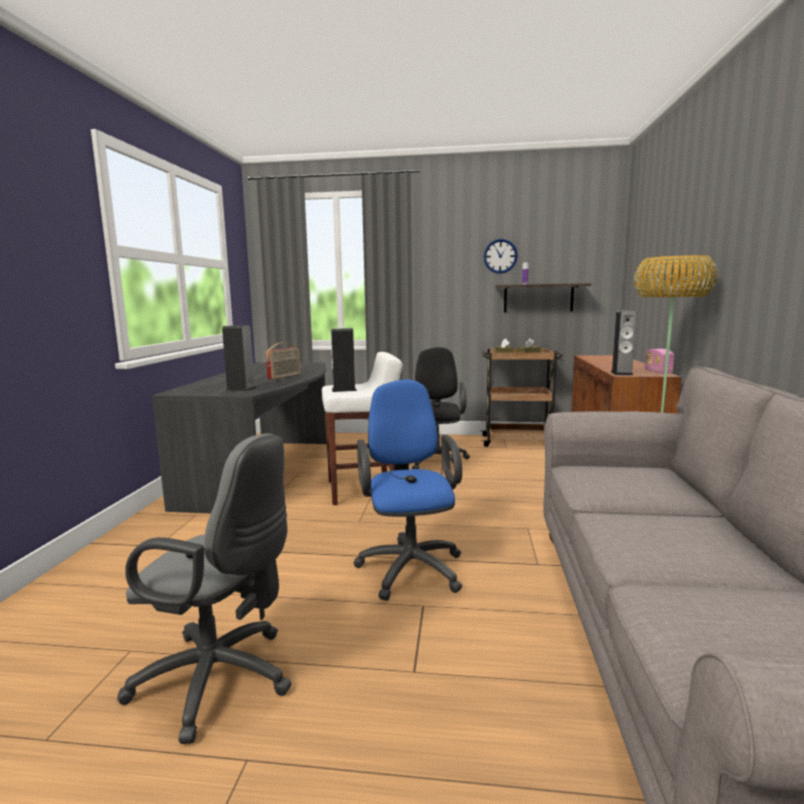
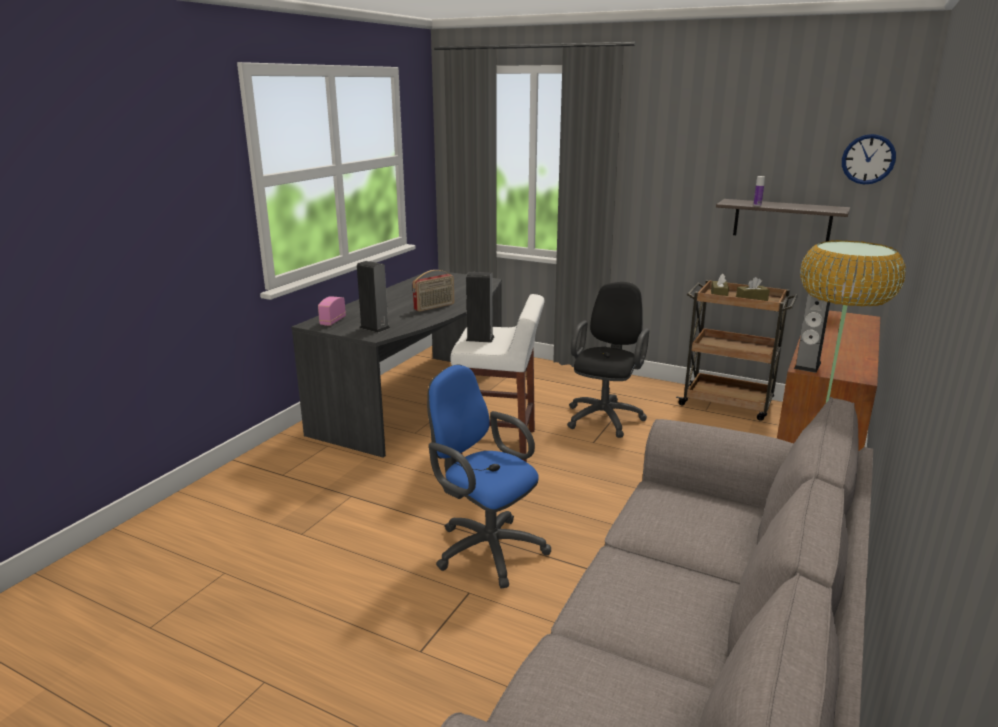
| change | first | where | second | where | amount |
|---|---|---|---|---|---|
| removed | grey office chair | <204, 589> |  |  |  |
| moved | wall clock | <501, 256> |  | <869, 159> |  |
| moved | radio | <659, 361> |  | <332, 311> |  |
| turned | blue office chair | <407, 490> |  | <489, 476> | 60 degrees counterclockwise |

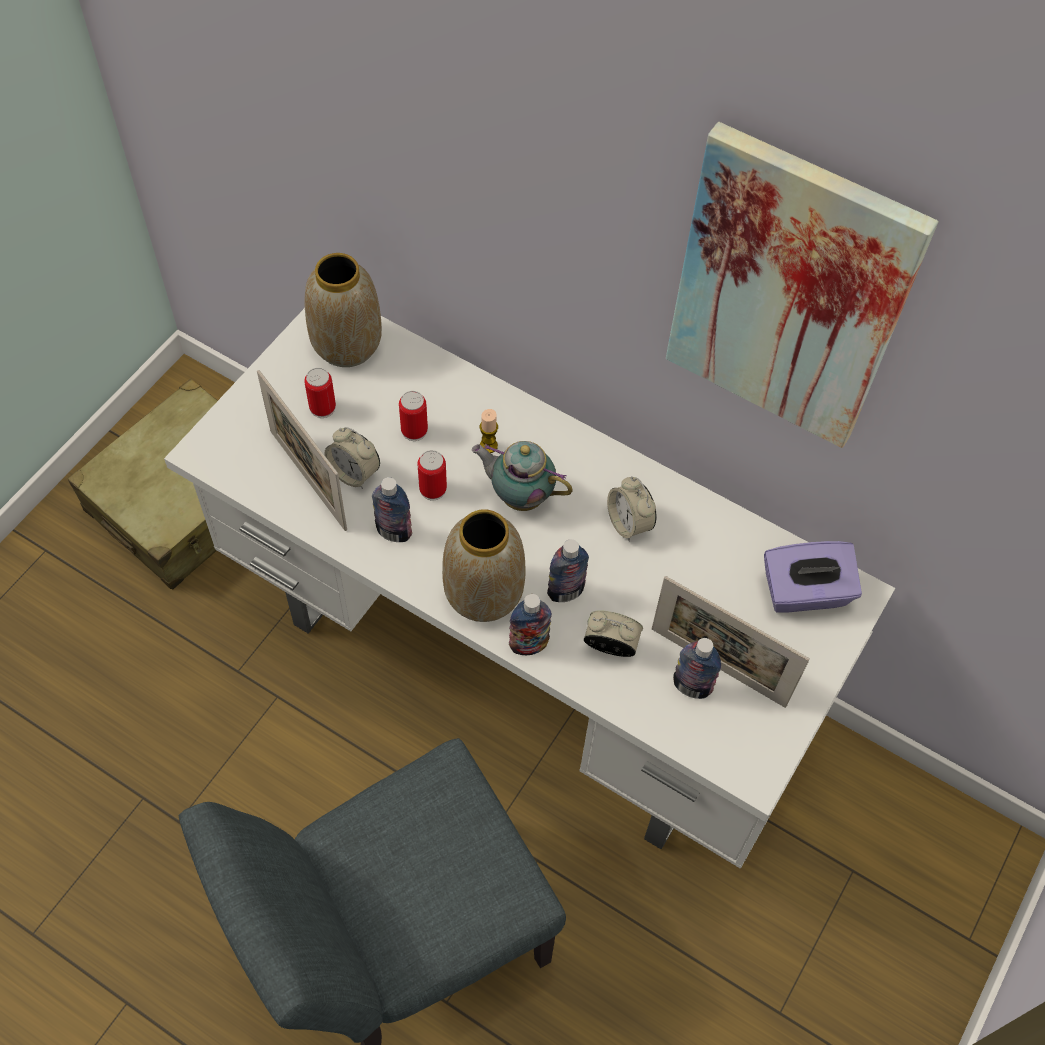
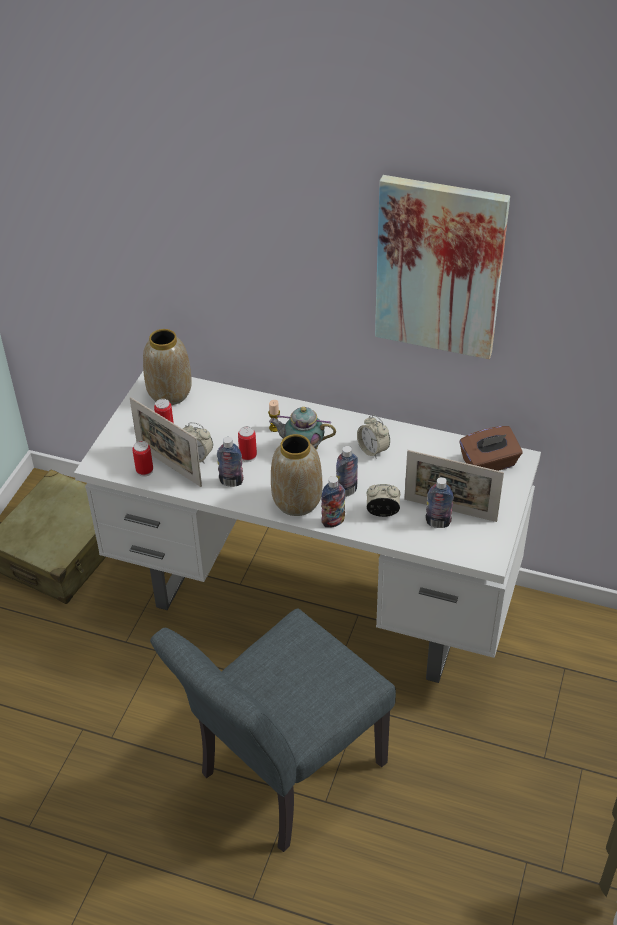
| change | first | where | second | where | amount |
|---|---|---|---|---|---|
| moved | can | <413, 416> |  | <142, 459> |  |
| recoloured | purple tissue box | <813, 577> | brown tissue box | <491, 448> |  |

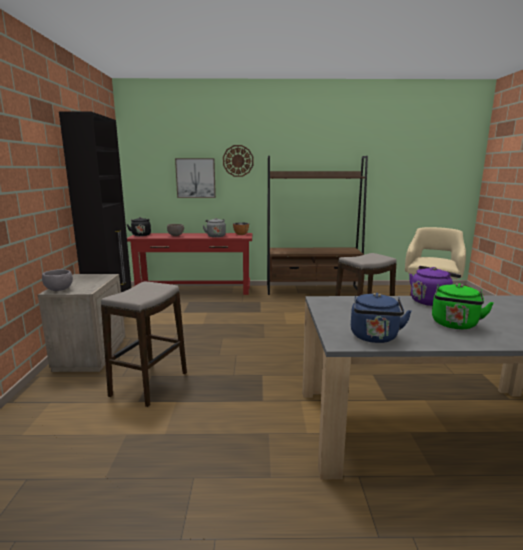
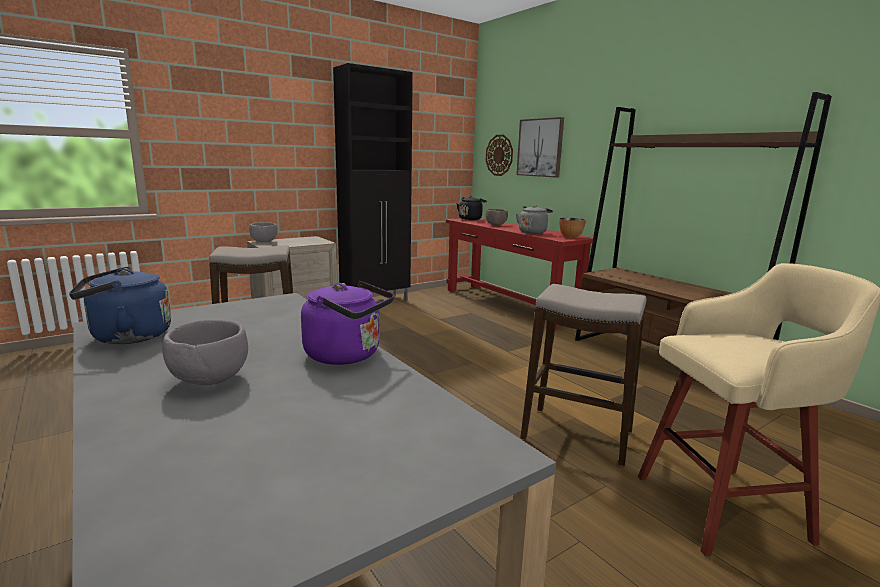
| change | first | where | second | where | amount |
|---|---|---|---|---|---|
| moved | wall clock | <238, 161> |  | <499, 155> |  |
| replaced | green kettle | <463, 306> | grey bowl | <205, 352> |  |

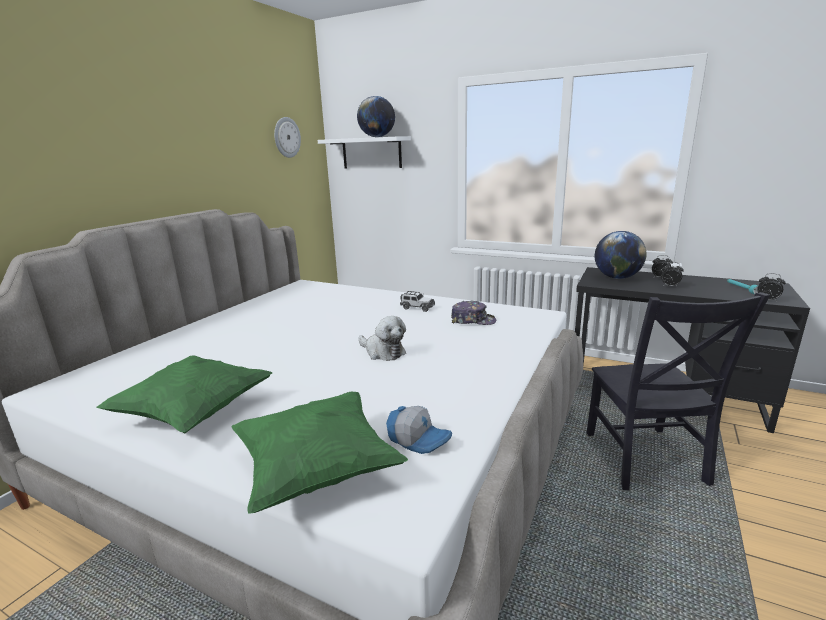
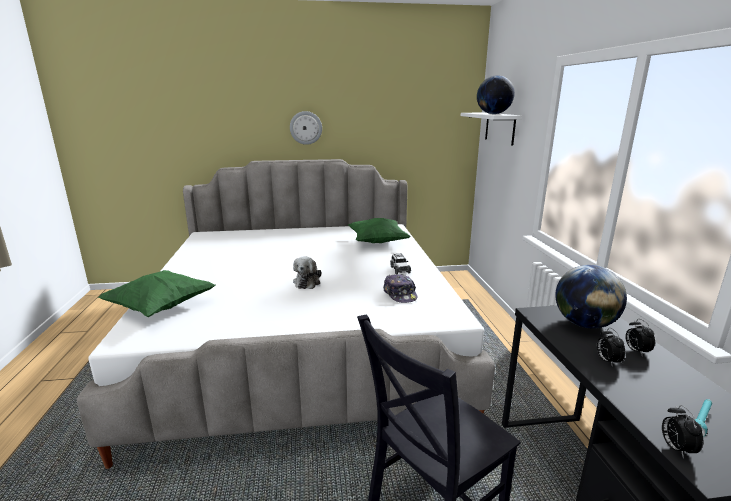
| change | first | where | second | where | amount |
|---|---|---|---|---|---|
| removed | cap | <419, 430> |  |  |  |
| moved | green pillow | <184, 394> |  | <379, 230> |  |
| moved | wall clock | <287, 137> |  | <306, 128> |  |

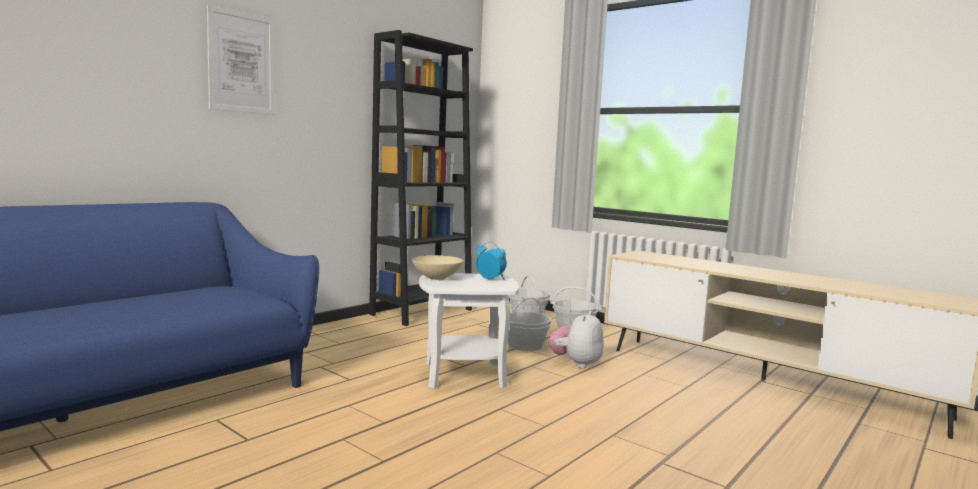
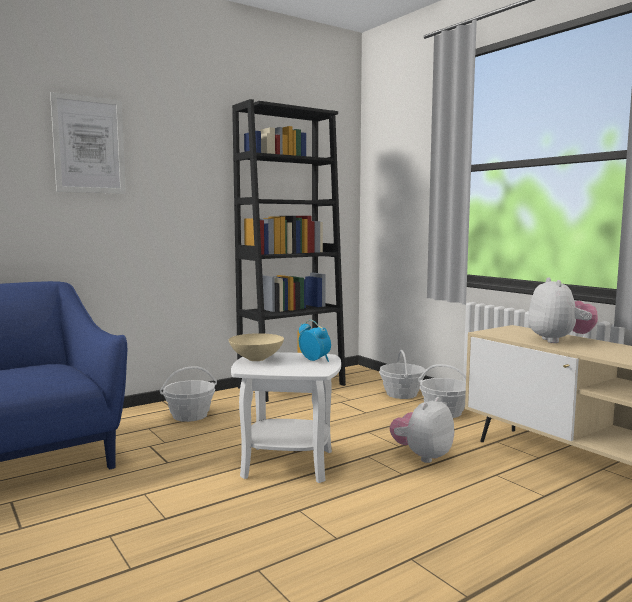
| change | first | where | second | where | amount |
|---|---|---|---|---|---|
| added |  |  | plush toy | <563, 310> |  |
| moved | basket | <530, 324> |  | <188, 394> |  |

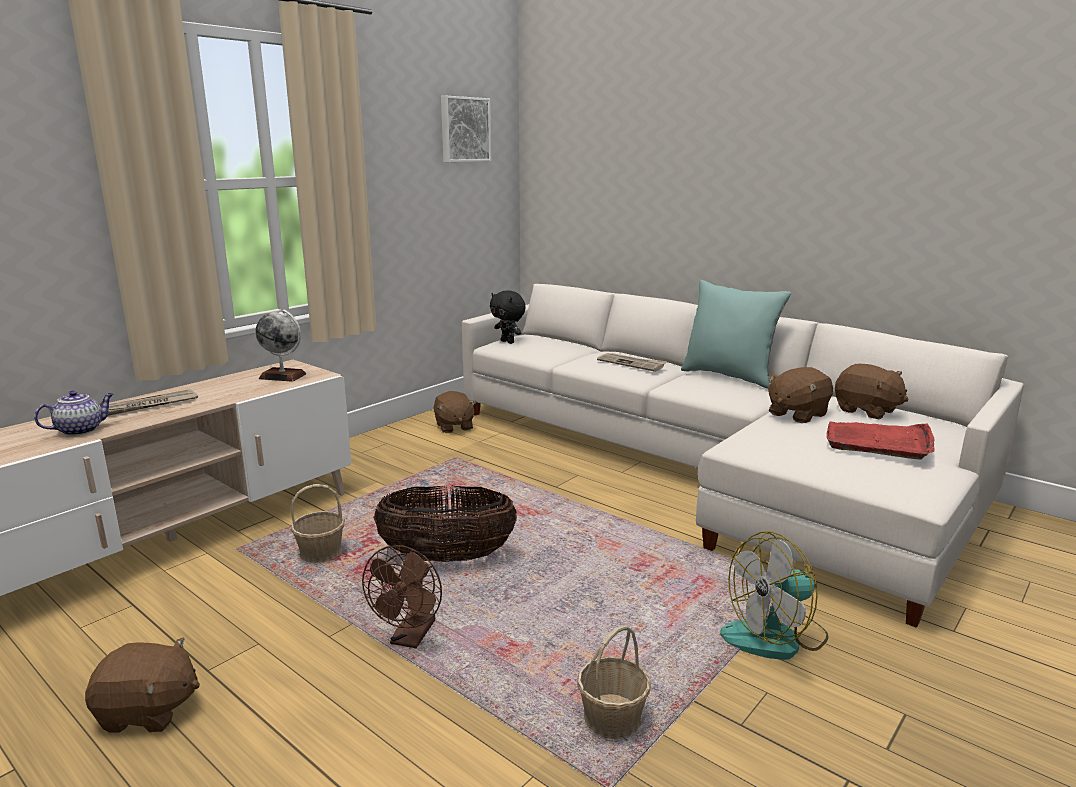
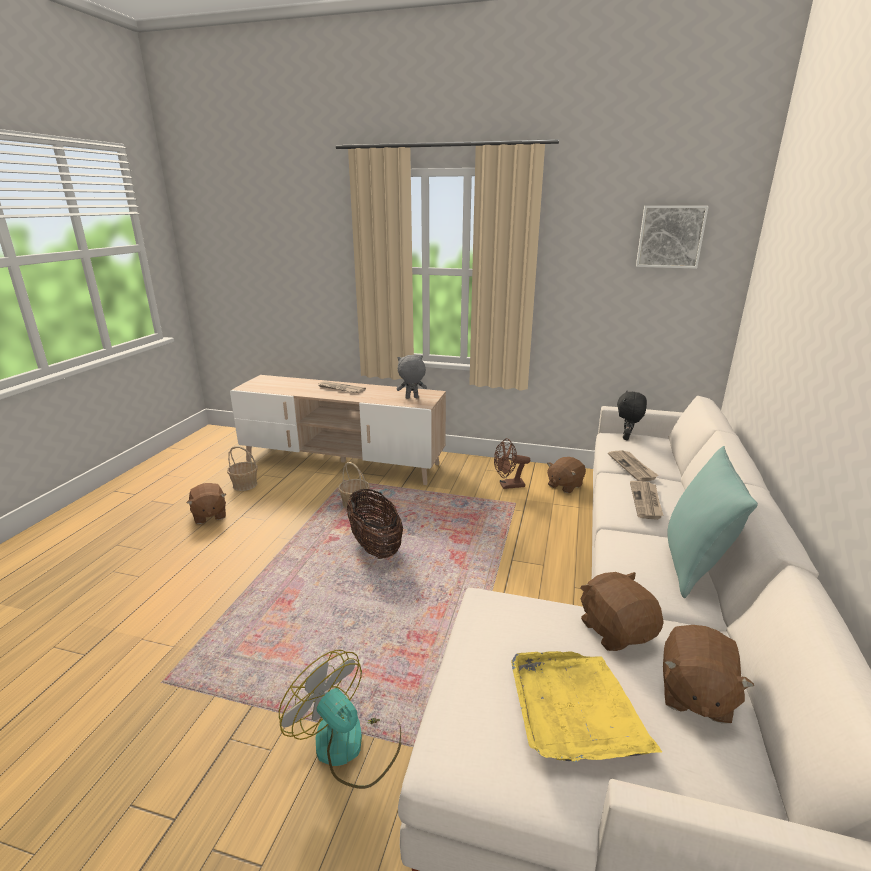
| change | first | where | second | where | amount |
|---|---|---|---|---|---|
| removed | teapot | <74, 413> |  |  |  |
| added |  |  | newspaper | <633, 465> |  |
| moved | brown fan | <402, 597> |  | <512, 463> |  |
| moved | basket | <613, 682> |  | <242, 468> |  |
| replaced | globe | <280, 346> | grey plush toy | <412, 377> |  |
| recoloured | red tray | <881, 440> | yellow tray | <586, 706> |  |
| turned | brown plush toy | <800, 395> |  | <622, 611> | 45 degrees clockwise |

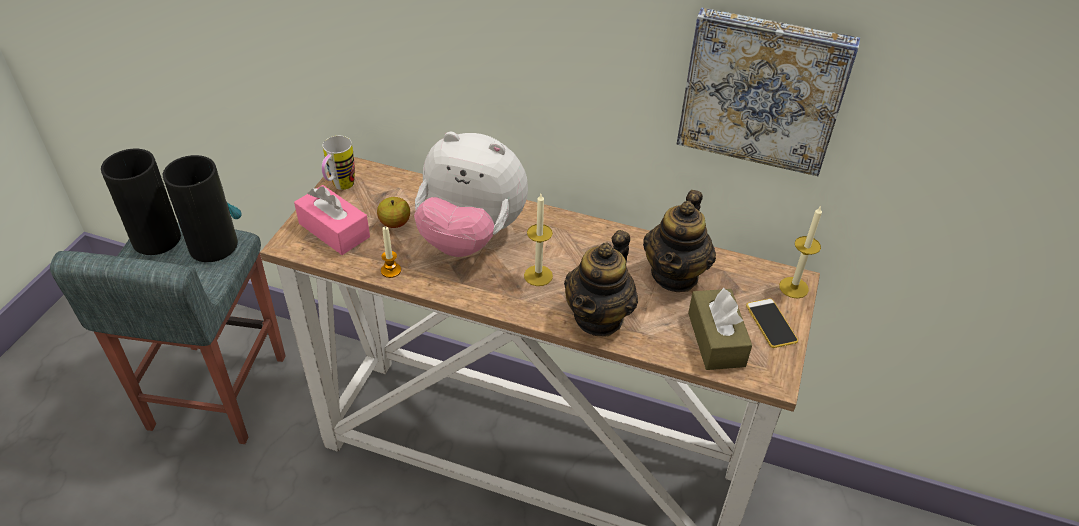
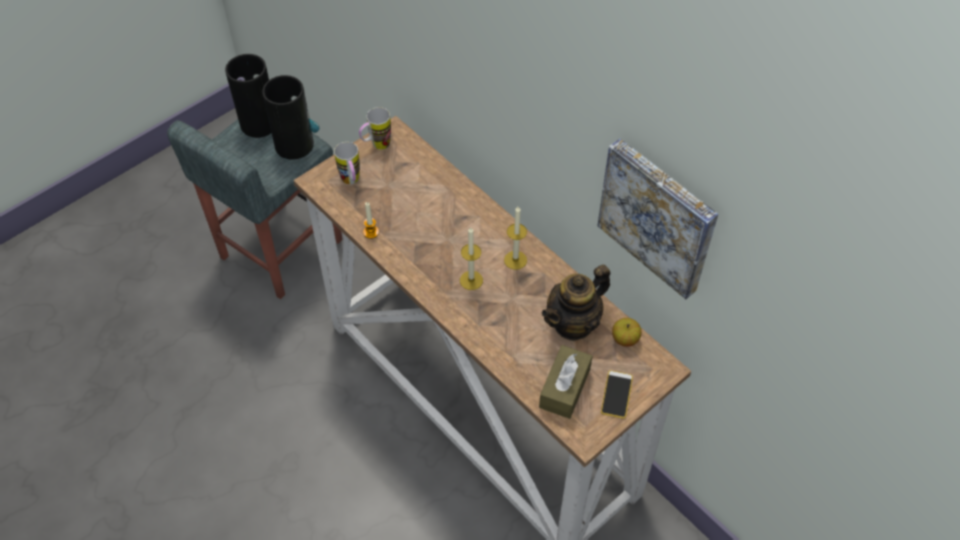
| change | first | where | second | where | amount |
|---|---|---|---|---|---|
| removed | plush toy | <471, 194> |  |  |  |
| removed | teapot | <601, 283> |  |  |  |
| moved | apple | <393, 212> |  | <627, 332> |  |
| moved | candle | <800, 252> |  | <515, 238> |  |
| replaced | pink tissue box | <332, 220> | mug | <347, 163> |  |

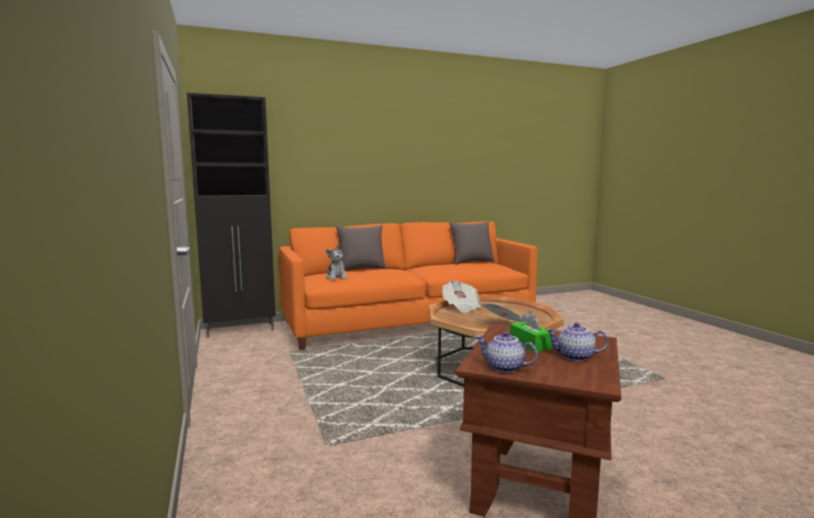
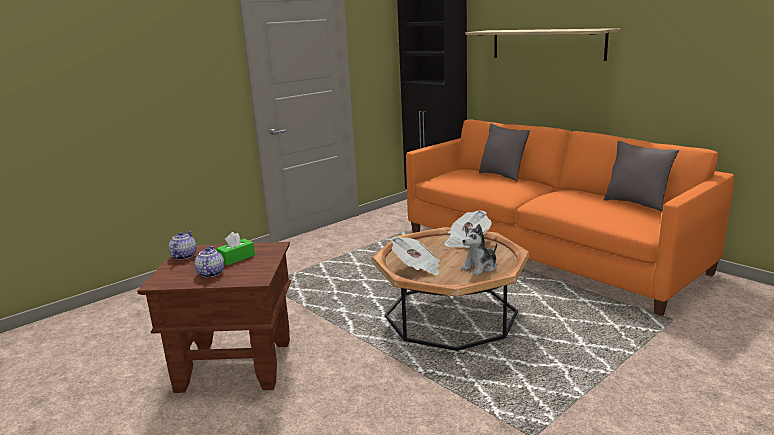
| change | first | where | second | where | amount |
|---|---|---|---|---|---|
| added |  |  | shelf | <543, 44> |  |
| moved | plush toy | <336, 262> |  | <479, 250> |  |

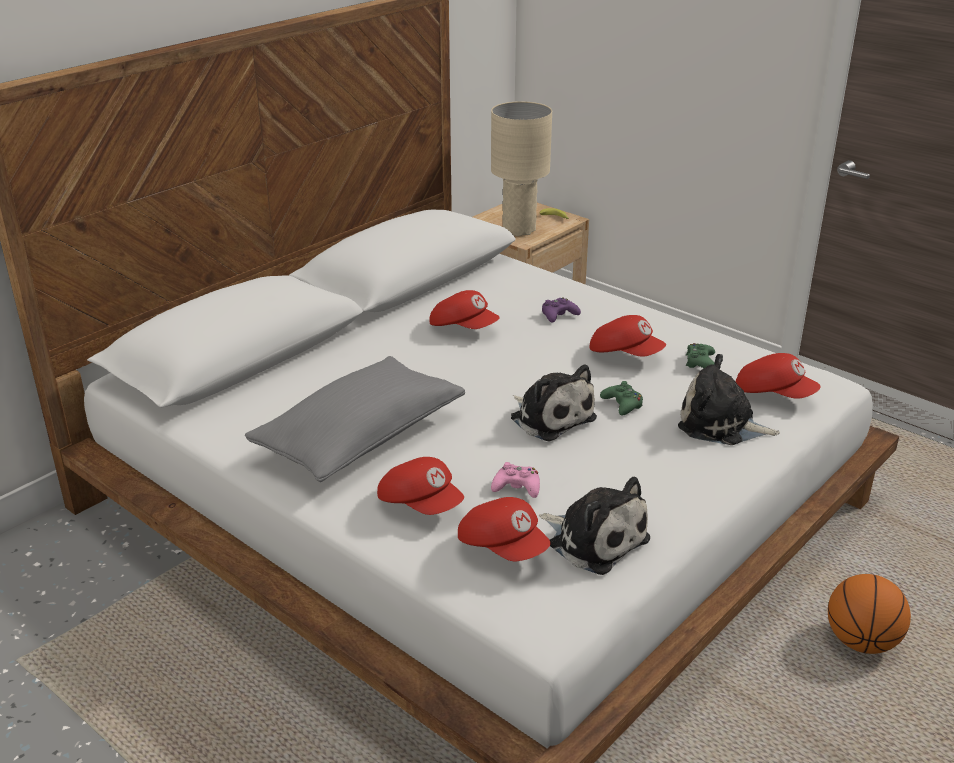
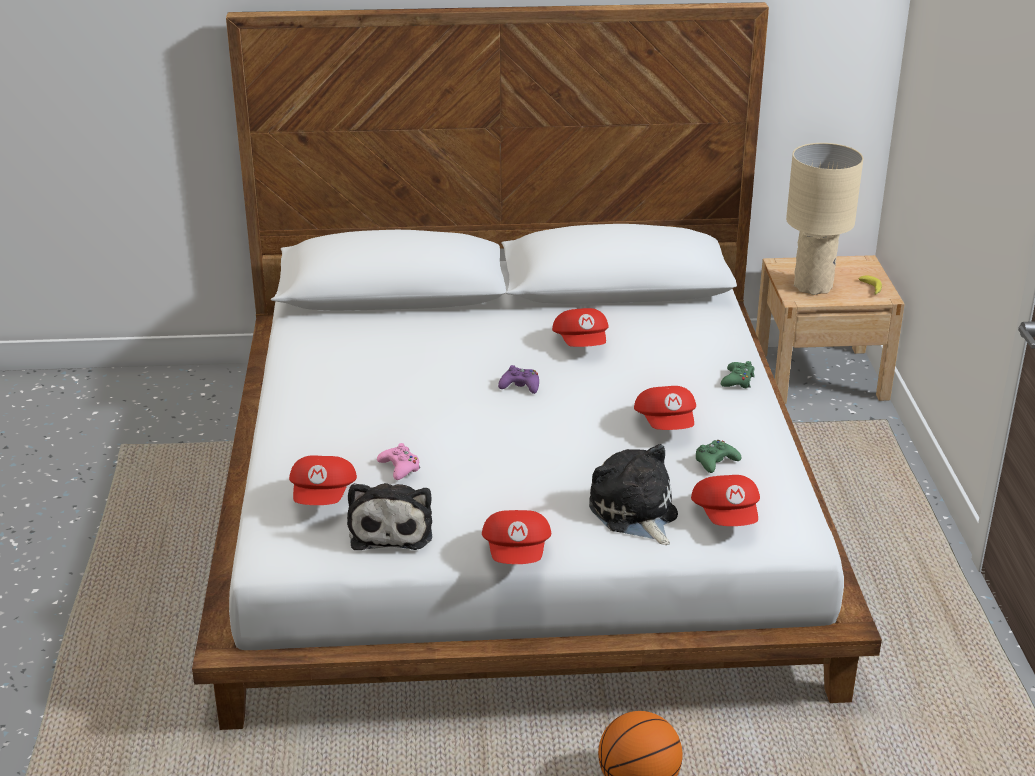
| change | first | where | second | where | amount |
|---|---|---|---|---|---|
| removed | grey pillow | <355, 419> |  |  |  |
| removed | plush toy | <554, 403> |  |  |  |
| moved | red cap | <420, 486> |  | <516, 537> |  |
| moved | purple game controller | <561, 310> |  | <518, 379> |  |
| moved | green game controller | <621, 398> |  | <738, 374> |  |

